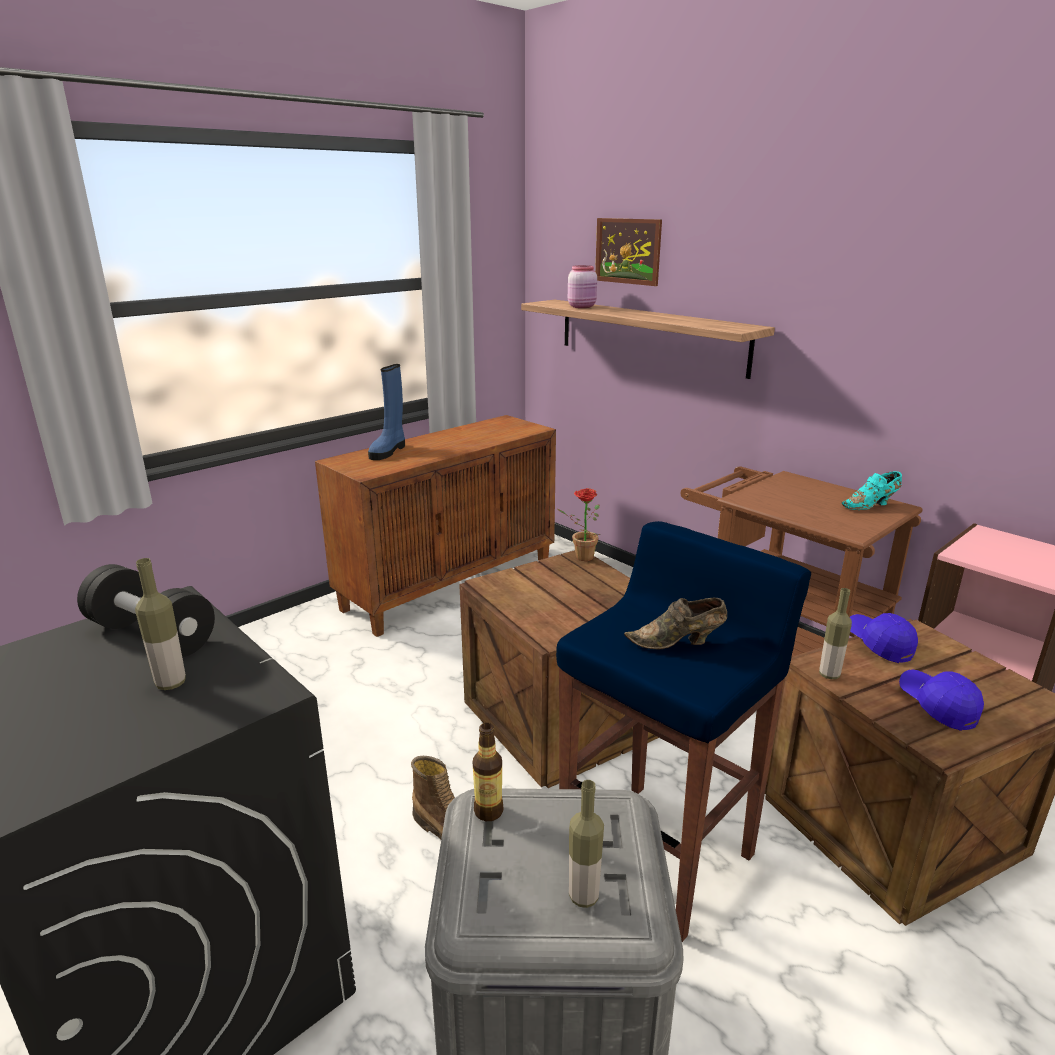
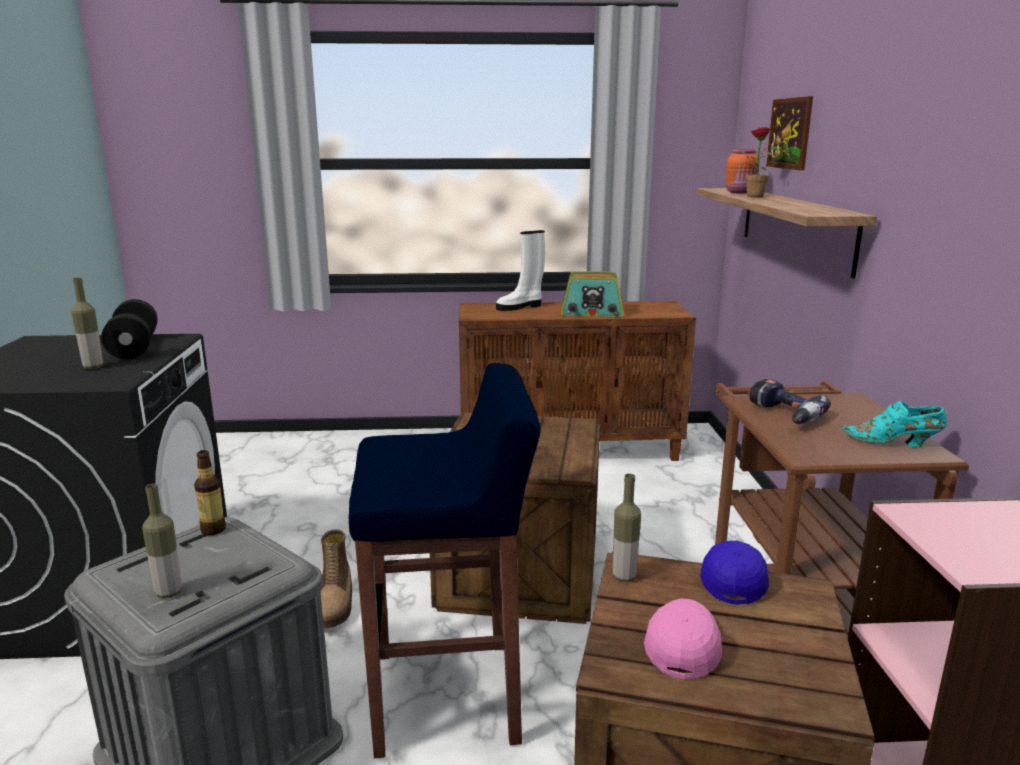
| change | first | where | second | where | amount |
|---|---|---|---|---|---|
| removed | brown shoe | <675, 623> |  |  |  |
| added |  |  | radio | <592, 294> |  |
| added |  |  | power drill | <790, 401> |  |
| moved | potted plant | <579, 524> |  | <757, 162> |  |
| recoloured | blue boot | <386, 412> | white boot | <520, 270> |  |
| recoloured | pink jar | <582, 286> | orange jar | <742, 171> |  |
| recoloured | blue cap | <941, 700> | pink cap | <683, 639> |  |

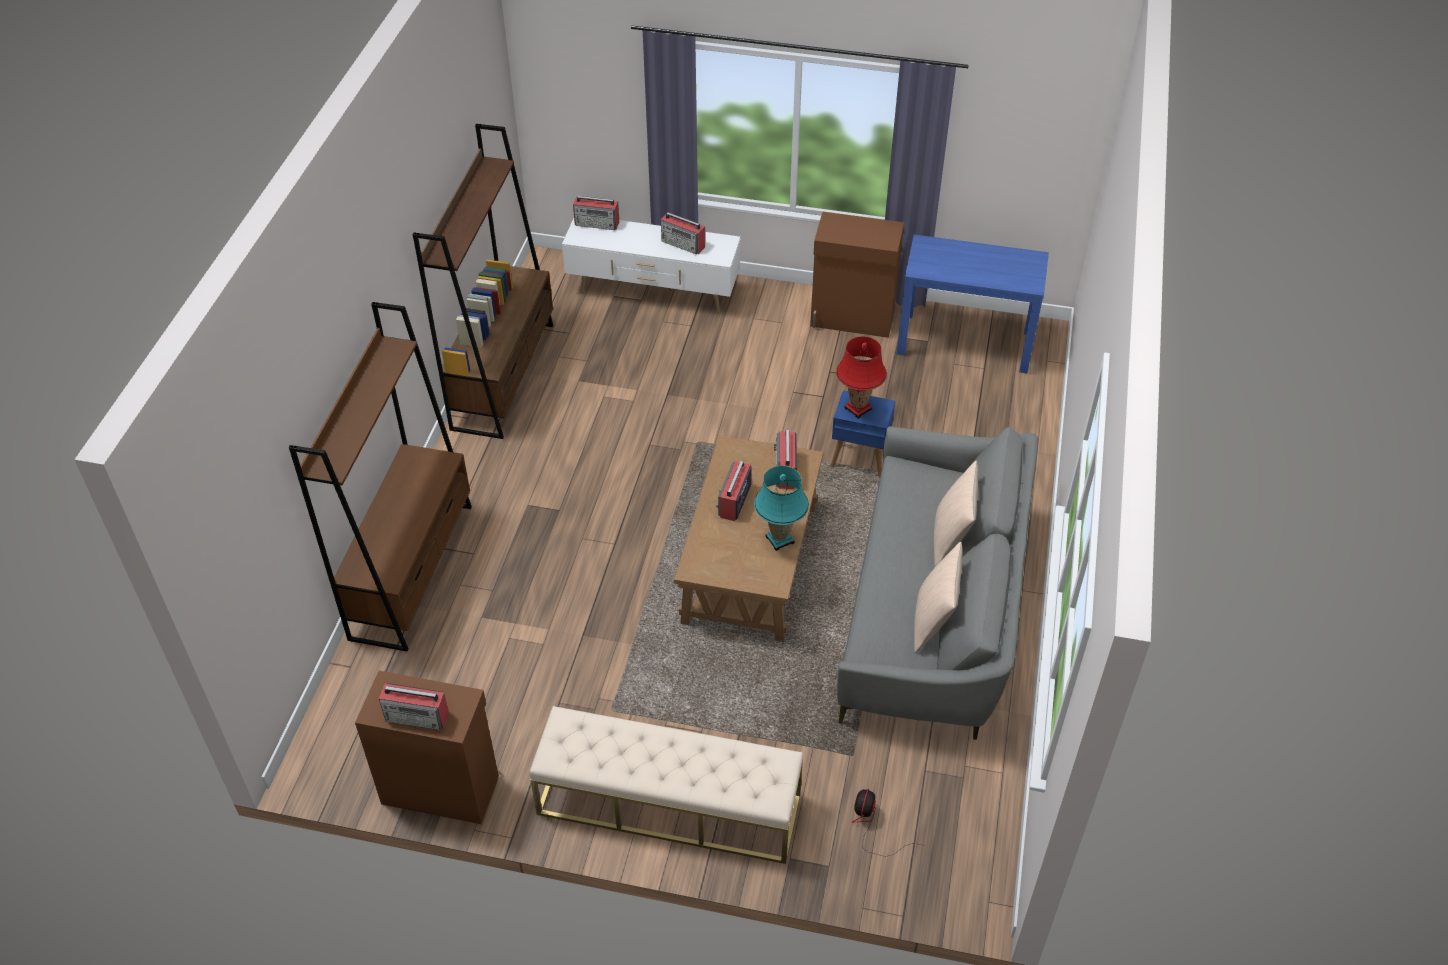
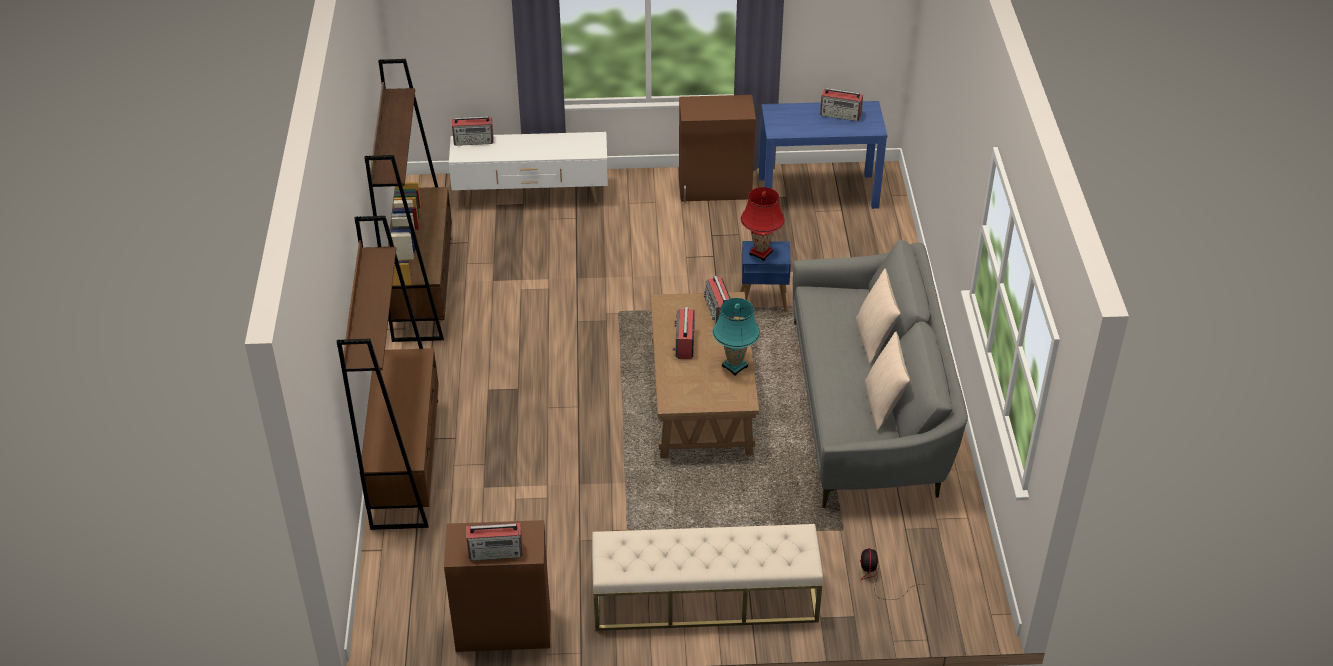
| change | first | where | second | where | amount |
|---|---|---|---|---|---|
| moved | radio | <683, 233> |  | <841, 104> |  |

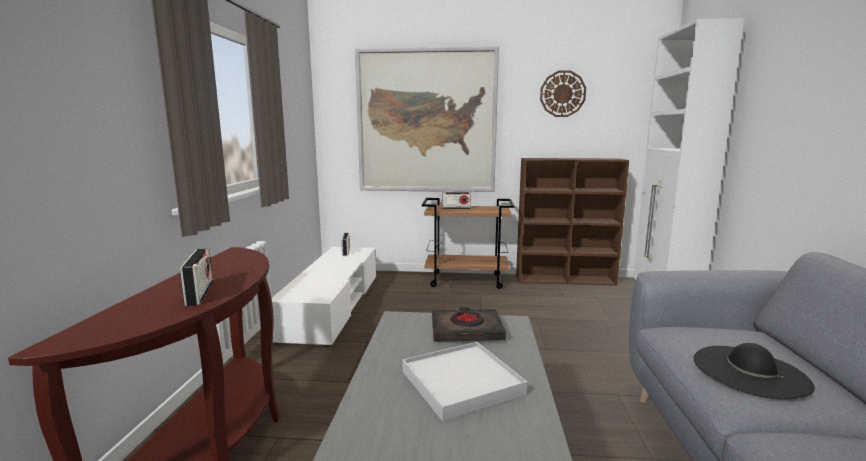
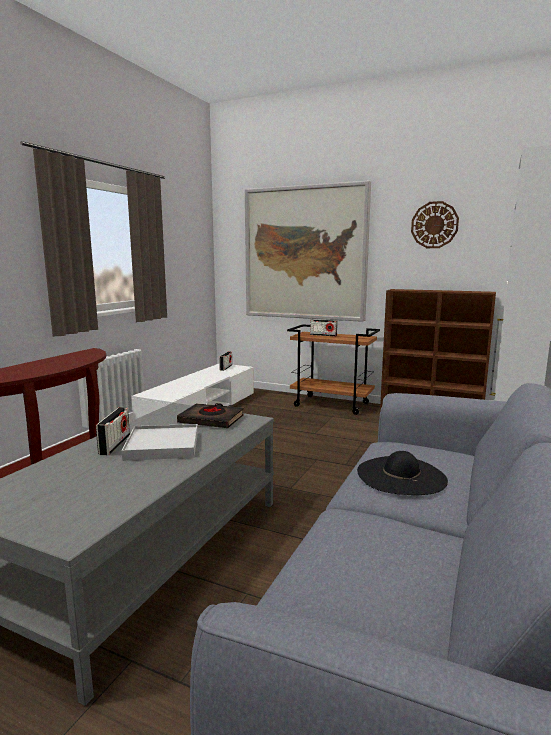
| change | first | where | second | where | amount |
|---|---|---|---|---|---|
| moved | radio | <196, 277> |  | <113, 431> |  |

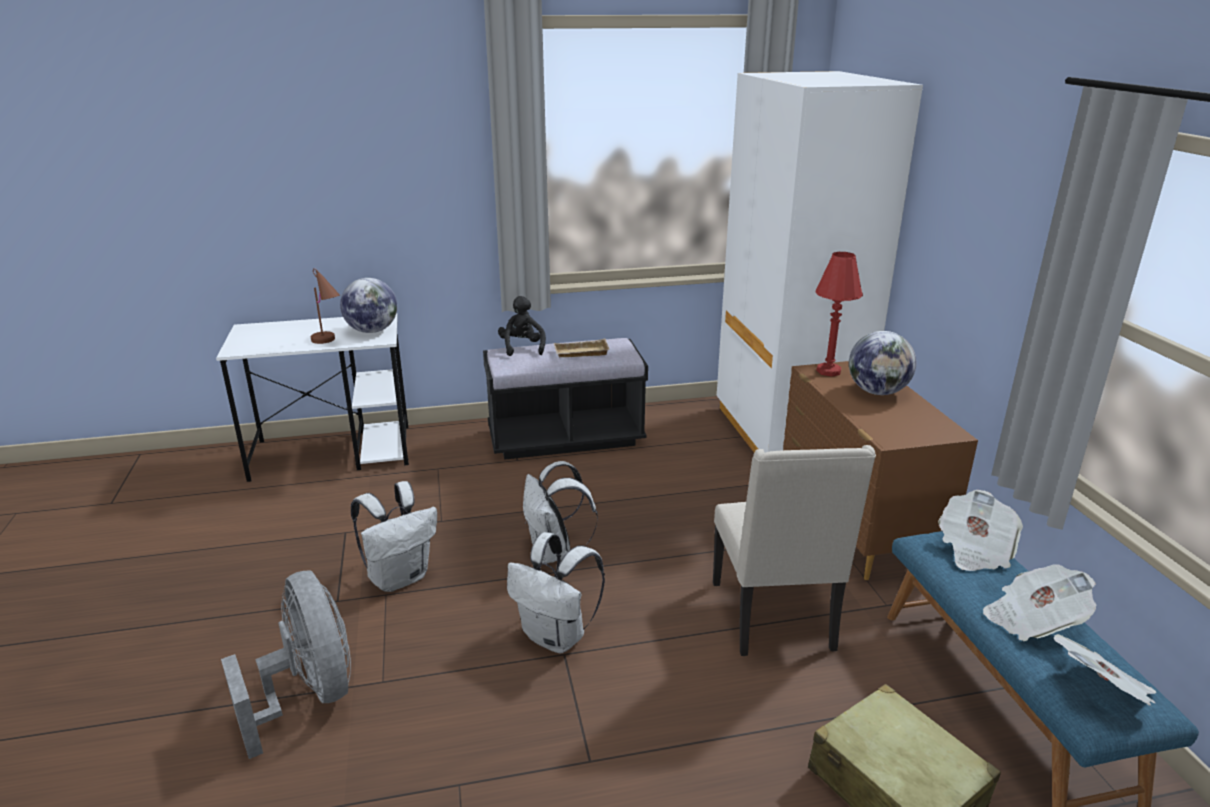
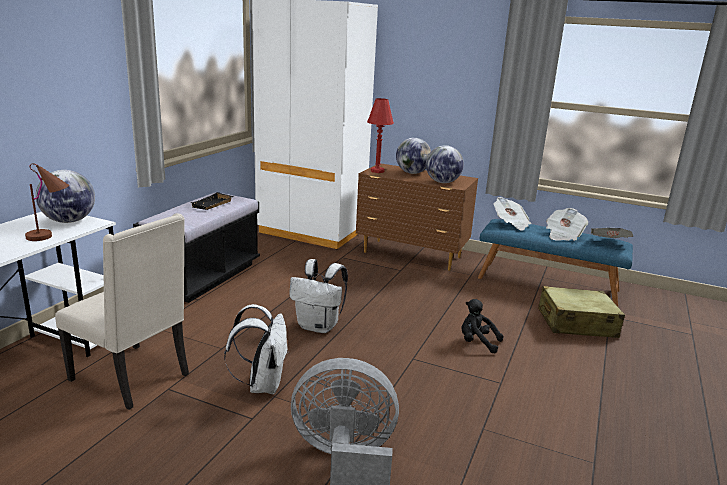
| change | first | where | second | where | amount |
|---|---|---|---|---|---|
| removed | white backpack | <556, 592> |  |  |  |
| added |  |  | globe | <445, 164> |  |
| moved | black plush toy | <522, 326> |  | <482, 326> |  |
| moved | beige chair | <794, 550> |  | <122, 311> |  |
| recoloured | beige tray | <582, 348> | black tray | <211, 201> |  |

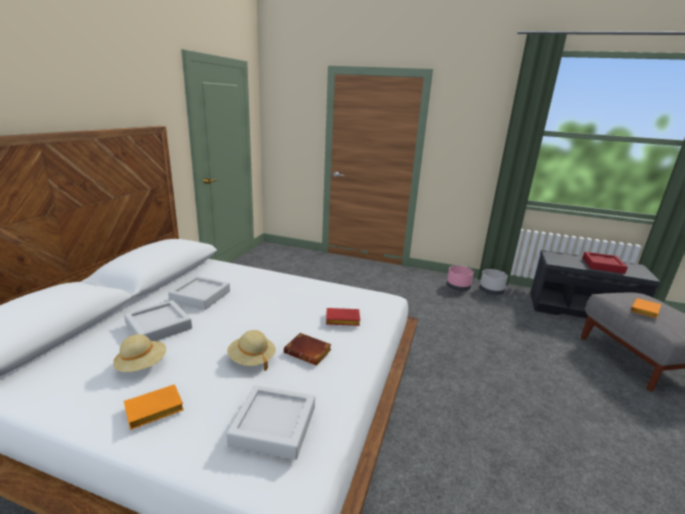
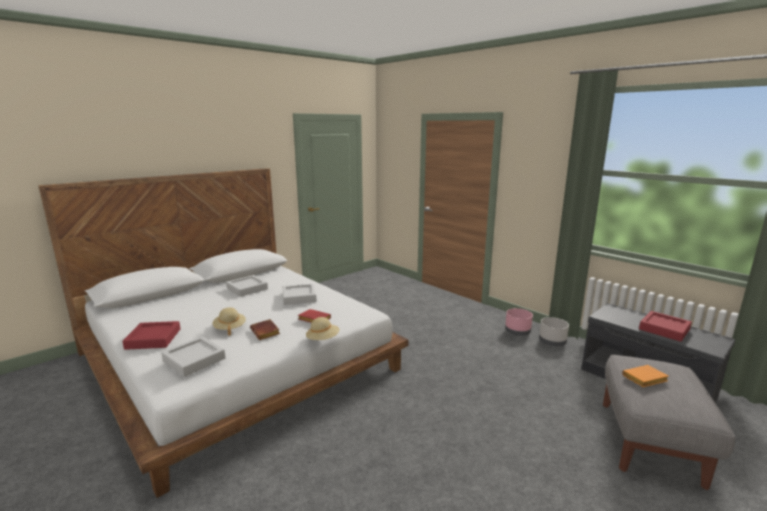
| change | first | where | second | where | amount |
|---|---|---|---|---|---|
| moved | beige hat | <139, 353> |  | <323, 328> |  |
| moved | grey tray | <158, 320> |  | <300, 294> |  |
| replaced | orange book | <154, 407> | red tray | <151, 335> |  |

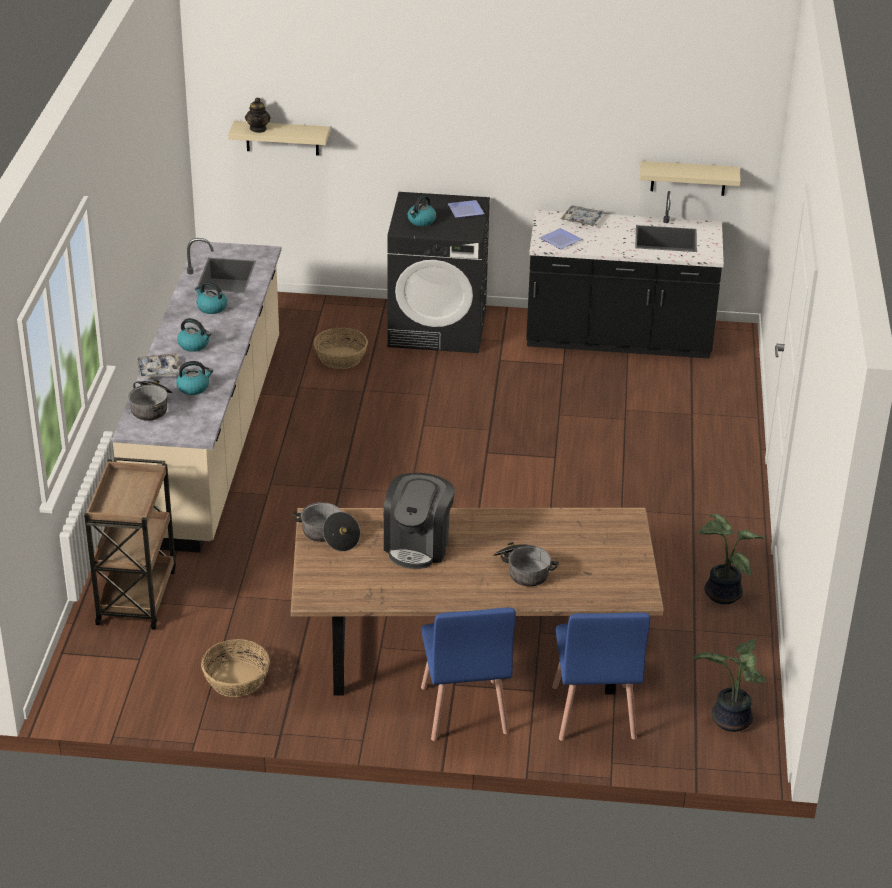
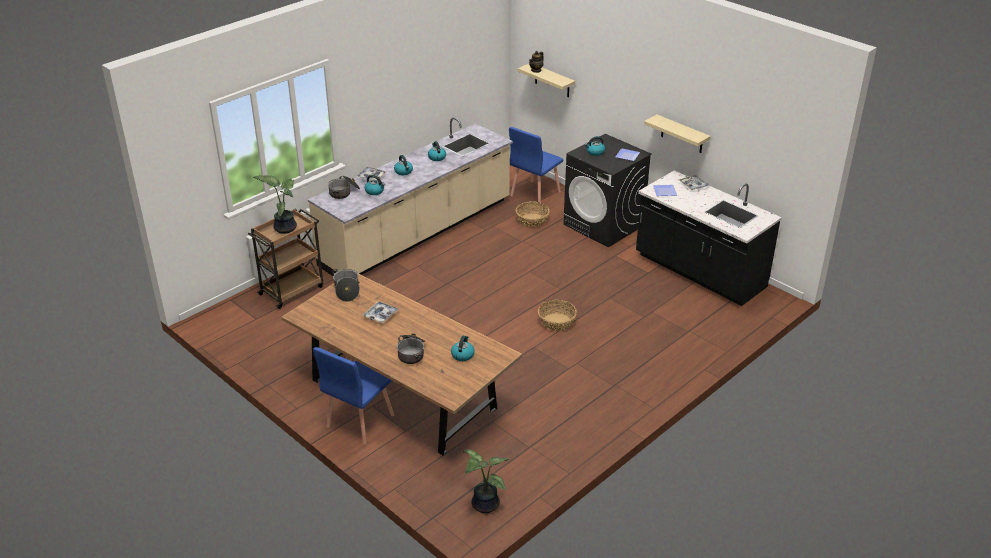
| change | first | where | second | where | amount |
|---|---|---|---|---|---|
| added |  |  | kettle | <463, 348> |  |
| moved | basket | <235, 668> |  | <557, 315> |  |
| moved | blue chair | <601, 676> |  | <536, 165> |  |
| moved | beige shelf | <690, 178> |  | <677, 134> |  |
| moved | potted plant | <731, 559> |  | <275, 204> |  |
| replaced | coffee machine | <419, 521> | tray | <381, 312> |  |

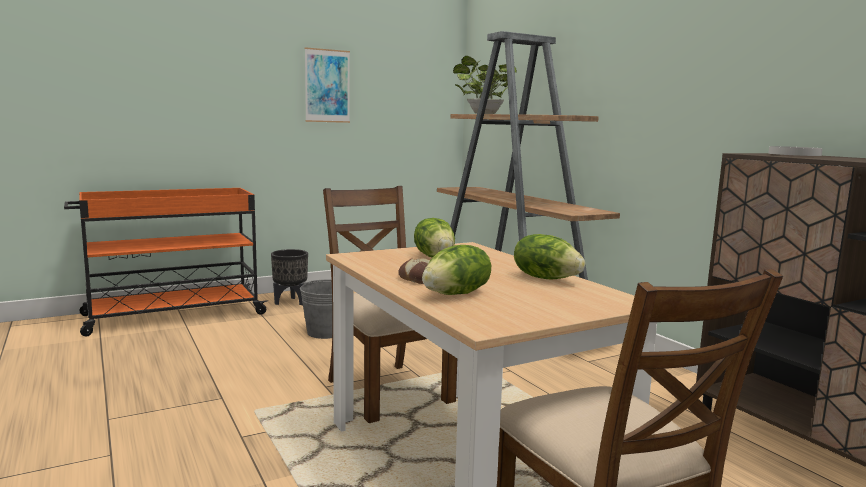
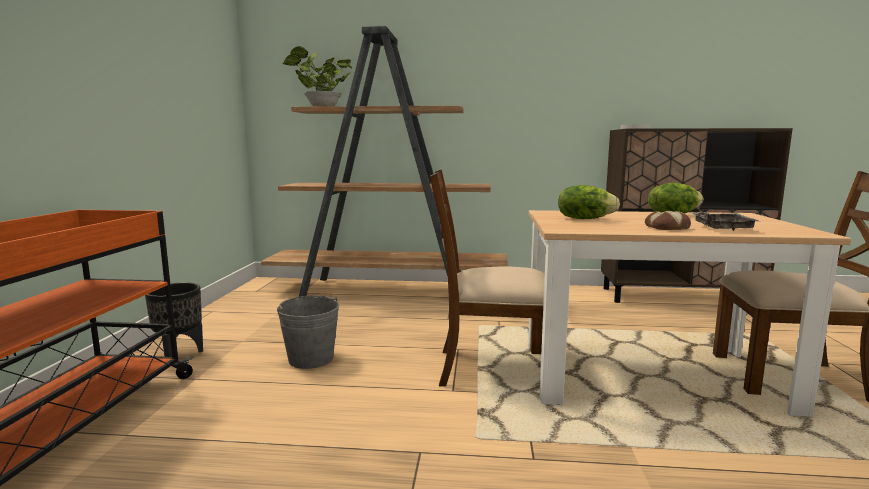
| change | first | where | second | where | amount |
|---|---|---|---|---|---|
| removed | picture | <327, 85> |  |  |  |
| replaced | lettuce | <456, 270> | grey tray | <725, 221> |  |

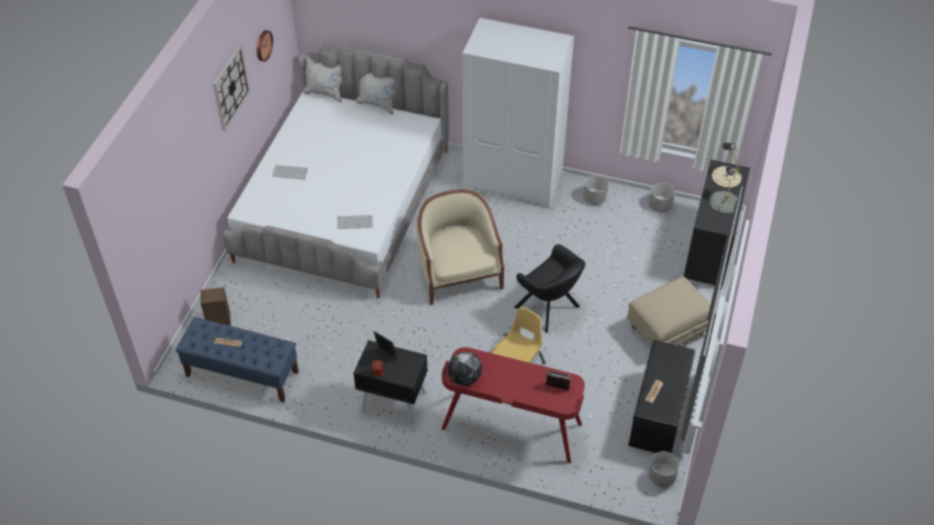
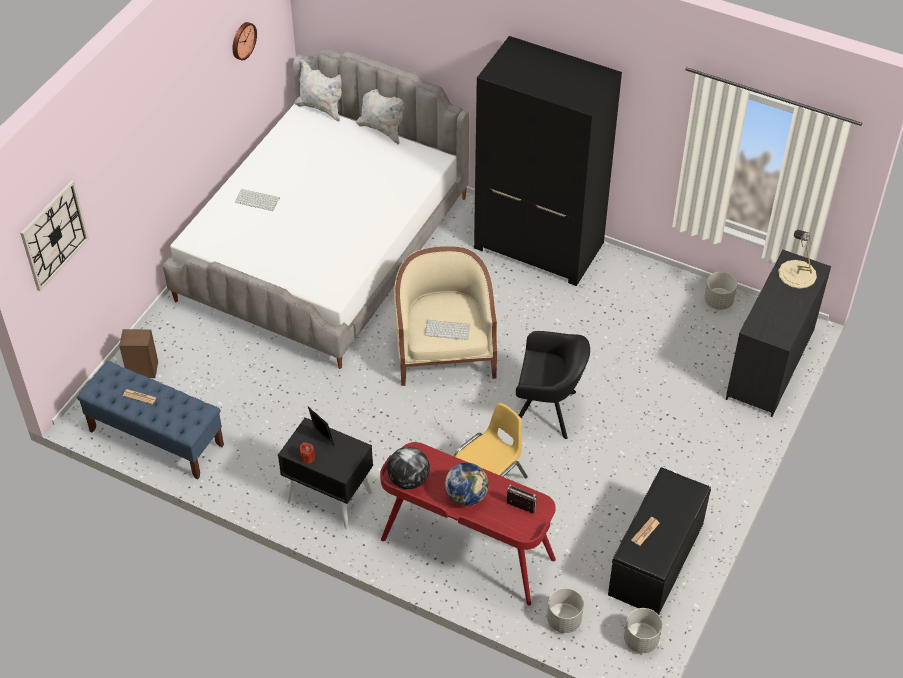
| change | first | where | second | where | amount |
|---|---|---|---|---|---|
| removed | beige ottoman | <668, 312> |  |  |  |
| removed | grey table lamp | <723, 190> |  |  |  |
| added |  |  | globe | <467, 484> |  |
| moved | wall clock | <231, 88> |  | <54, 235> |  |
| moved | keyboard | <355, 222> |  | <447, 330> |  |
| moved | grey planter | <595, 190> |  | <565, 610> |  |
| recoloured | white wardrobe | <518, 113> | black wardrobe | <548, 161> |  |
| turned | black armchair | <549, 288> |  | <553, 385> | 45 degrees counterclockwise |

